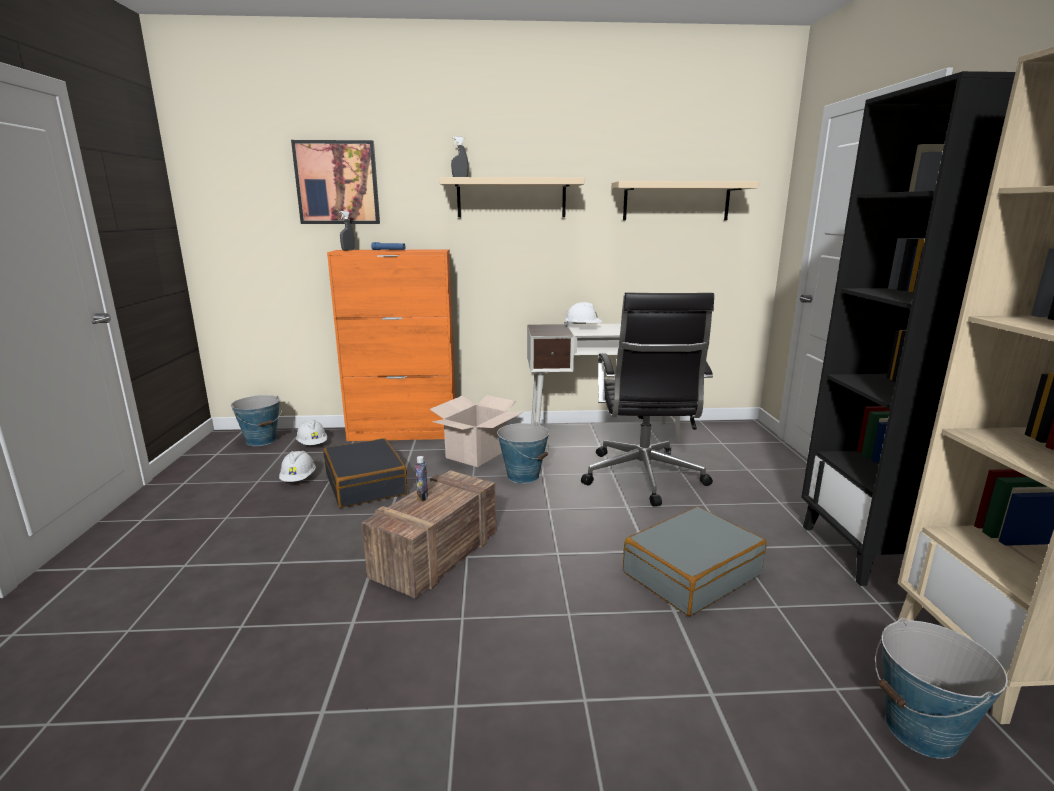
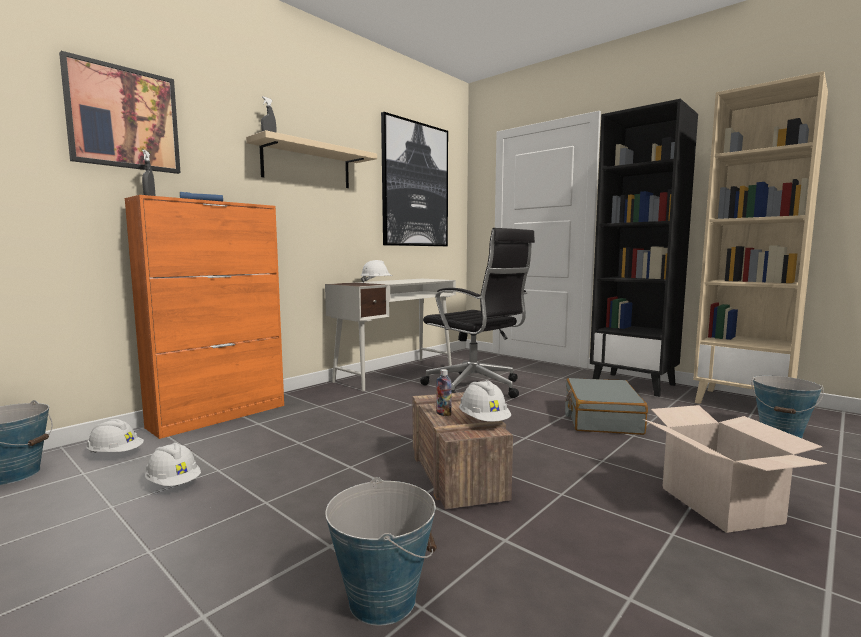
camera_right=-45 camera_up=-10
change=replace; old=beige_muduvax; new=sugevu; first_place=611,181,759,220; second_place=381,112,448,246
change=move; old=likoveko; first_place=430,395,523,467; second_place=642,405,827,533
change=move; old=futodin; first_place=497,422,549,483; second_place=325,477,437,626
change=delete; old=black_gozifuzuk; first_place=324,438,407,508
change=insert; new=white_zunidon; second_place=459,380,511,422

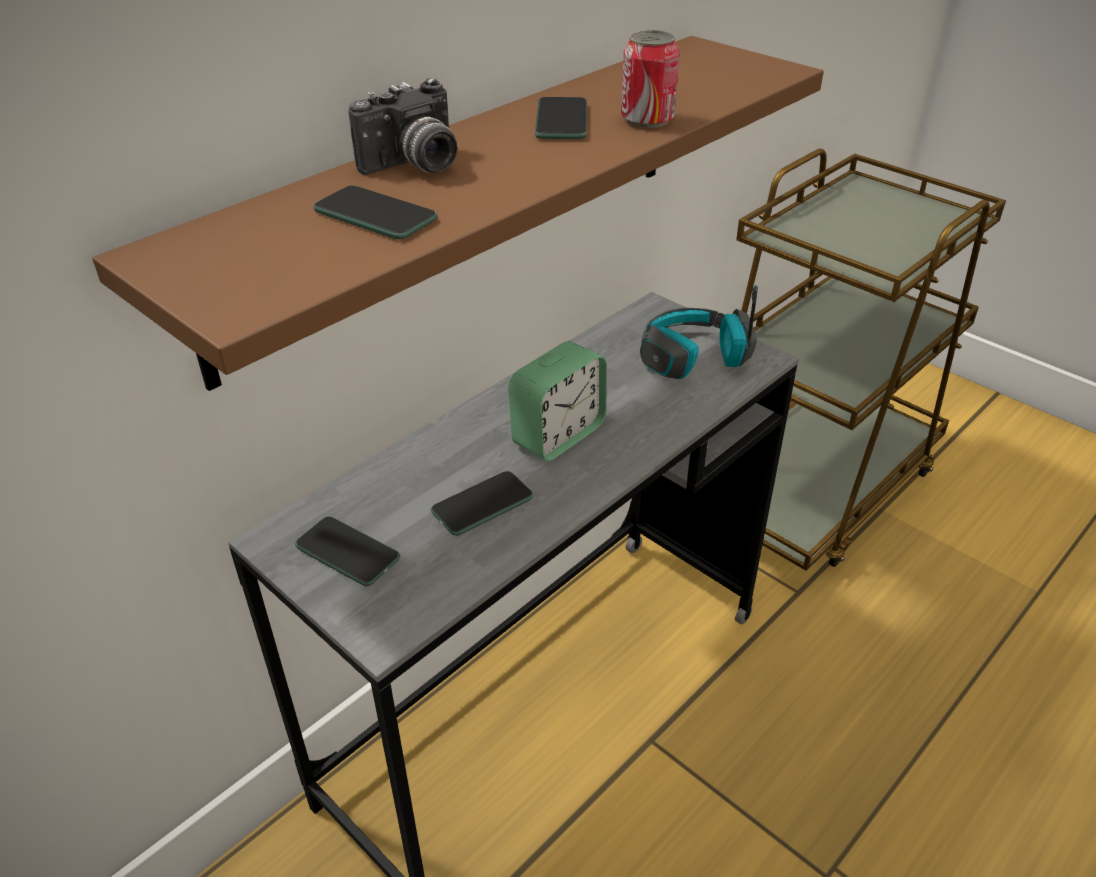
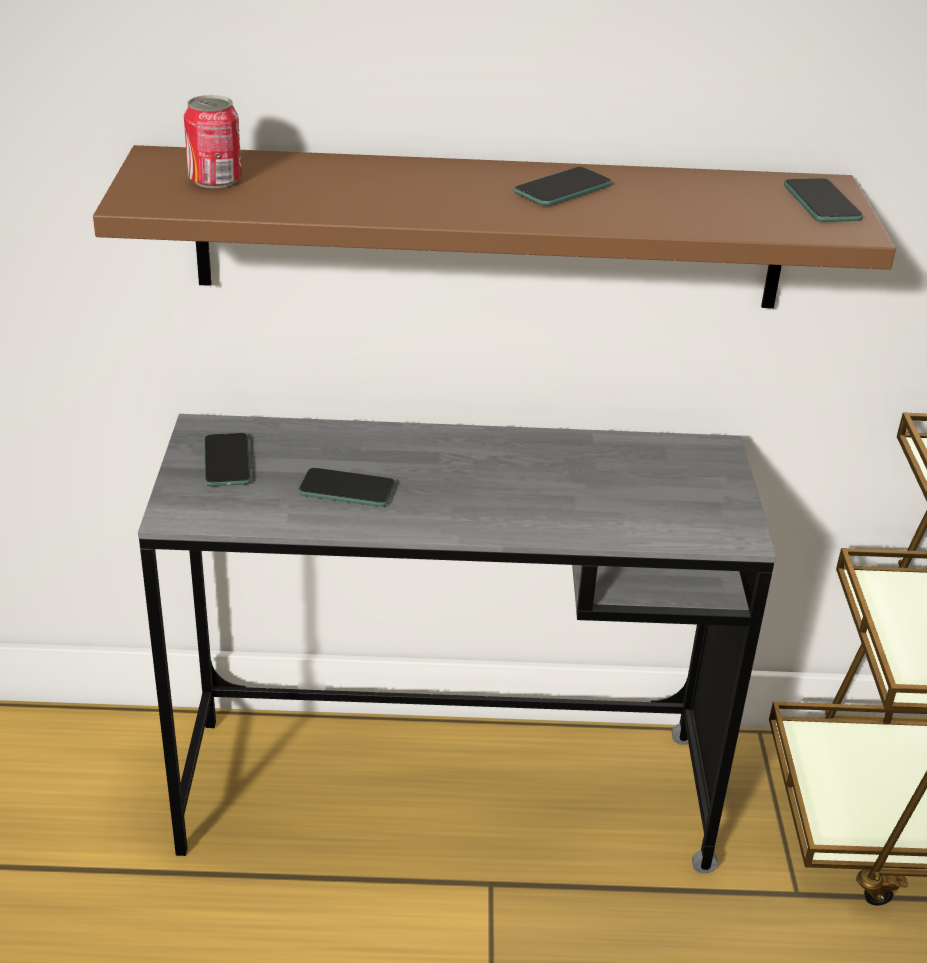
camera_right=45 camera_up=-5
change=move; old=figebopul; first_place=621,30,679,128; second_place=184,95,242,188
change=delete; old=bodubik; first_place=348,78,457,175
change=move; old=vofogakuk; first_place=313,185,437,240; second_place=784,178,863,222
change=delete; old=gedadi; first_place=640,285,758,379
change=delete; old=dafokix; first_place=508,341,607,461

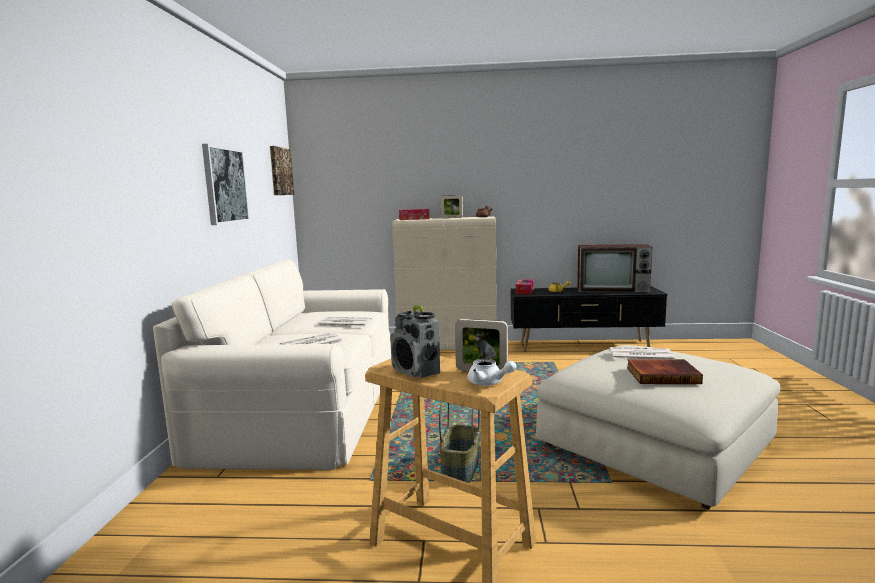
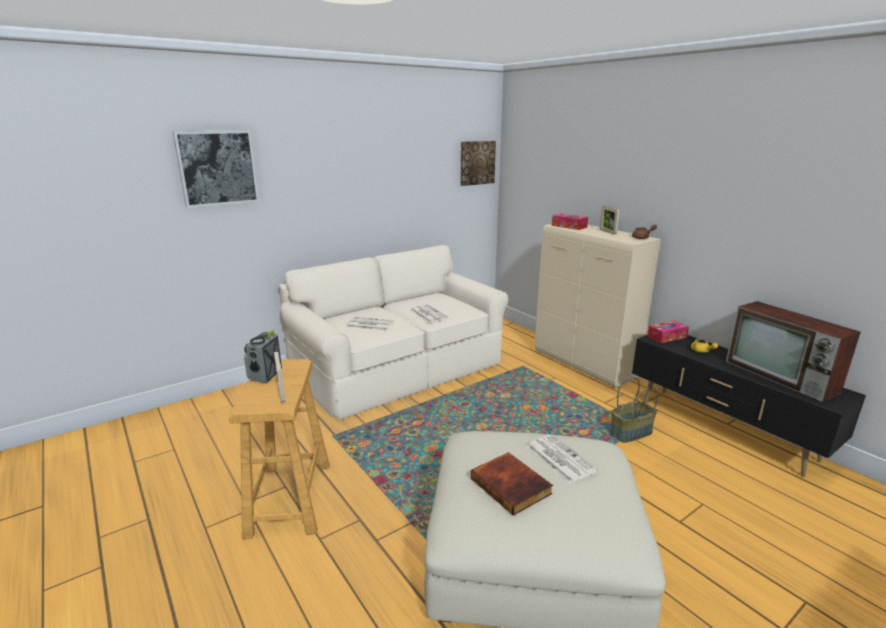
camera_right=50 camera_up=10
change=move; old=sugevu; first_place=202,144,250,225; second_place=172,130,259,208
change=delete; old=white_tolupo; first_place=468,358,516,386
change=move; old=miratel; first_place=439,402,480,483; second_place=610,377,658,443

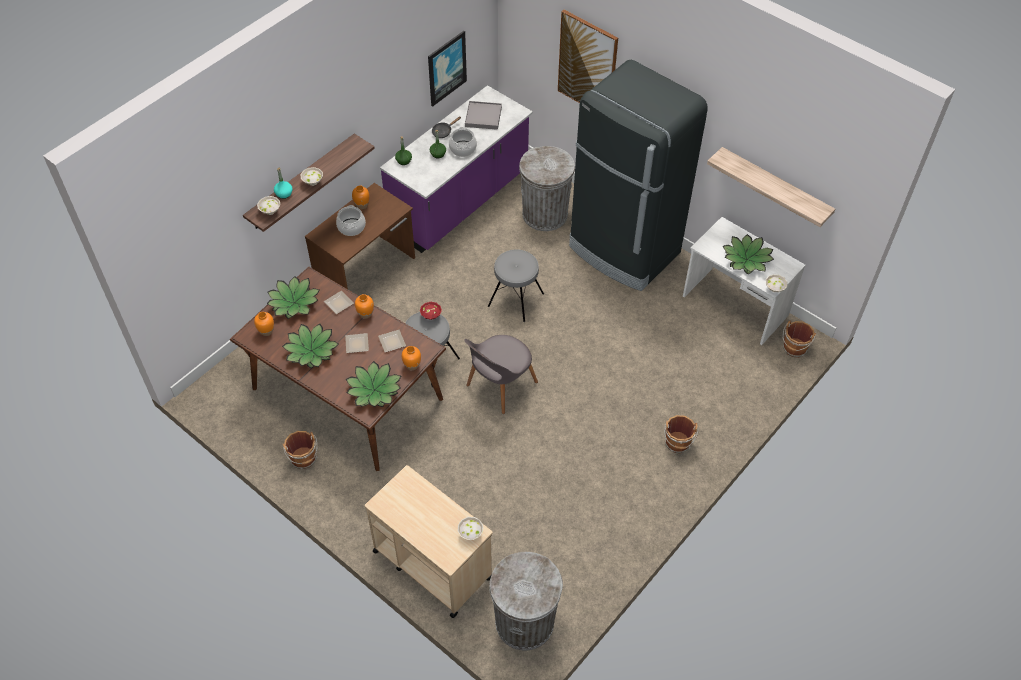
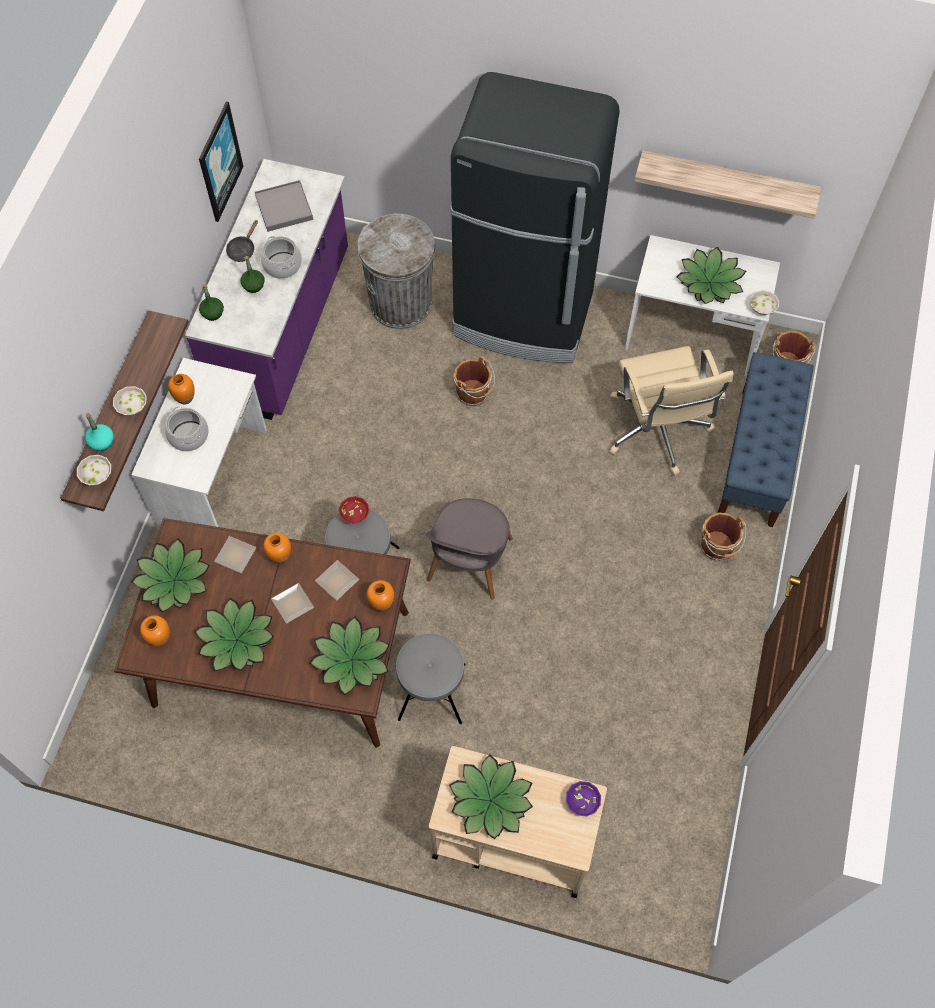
camera_right=-25 camera_up=10
change=delete; old=sugevu; first_place=558,10,618,103
change=recolor; old=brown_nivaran; new=white_nivaran; first_place=305,183,415,289; second_place=131,358,267,527
change=move; old=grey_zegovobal; first_place=488,249,544,322; second_place=396,633,466,724
change=move; old=brown_futodin; first_place=283,431,318,469; second_place=454,356,495,406
change=recolor; old=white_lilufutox; new=purple_lilufutox; first_place=458,517,483,540; second_place=566,781,601,817
change=delete; old=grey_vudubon; first_place=489,552,563,651
change=insert; new=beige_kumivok; second_place=609,346,734,476
change=insert; new=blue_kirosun; second_place=718,352,813,527
change=insert; new=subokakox; second_place=449,754,533,839

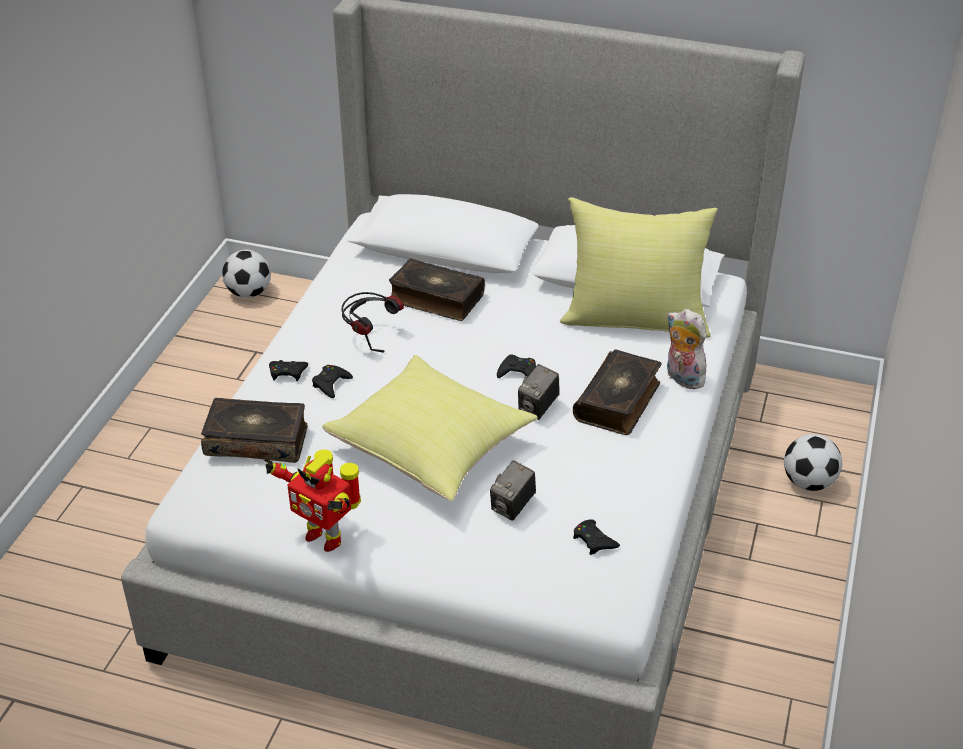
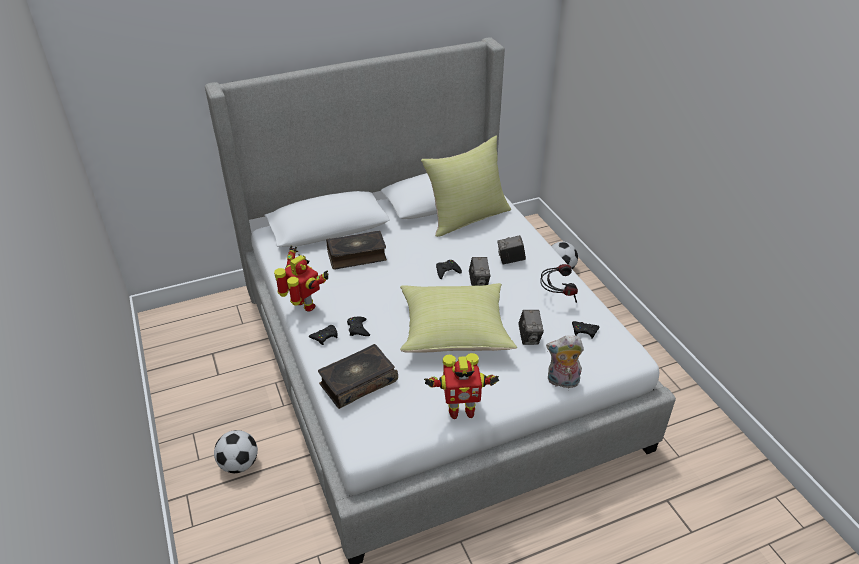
camera_right=-40 camera_up=0
change=move; old=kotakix; first_place=222,250,271,298; second_place=214,430,258,473
change=move; old=gedadi; first_place=342,292,404,353; second_place=540,264,578,303
change=move; old=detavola; first_place=666,309,706,389; second_place=546,336,584,388
change=replace; old=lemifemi; new=bodubik; first_place=573,349,662,435; second_place=498,235,526,264
change=insert; new=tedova; second_place=274,246,328,312

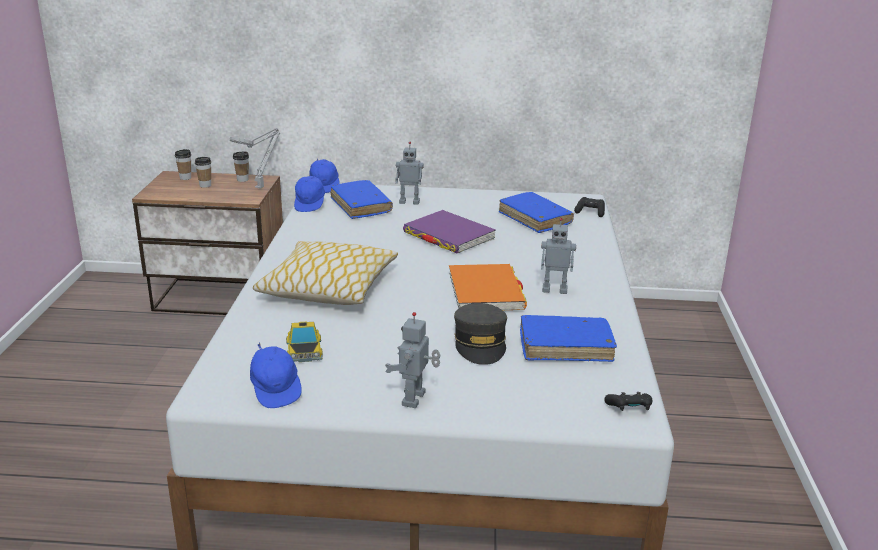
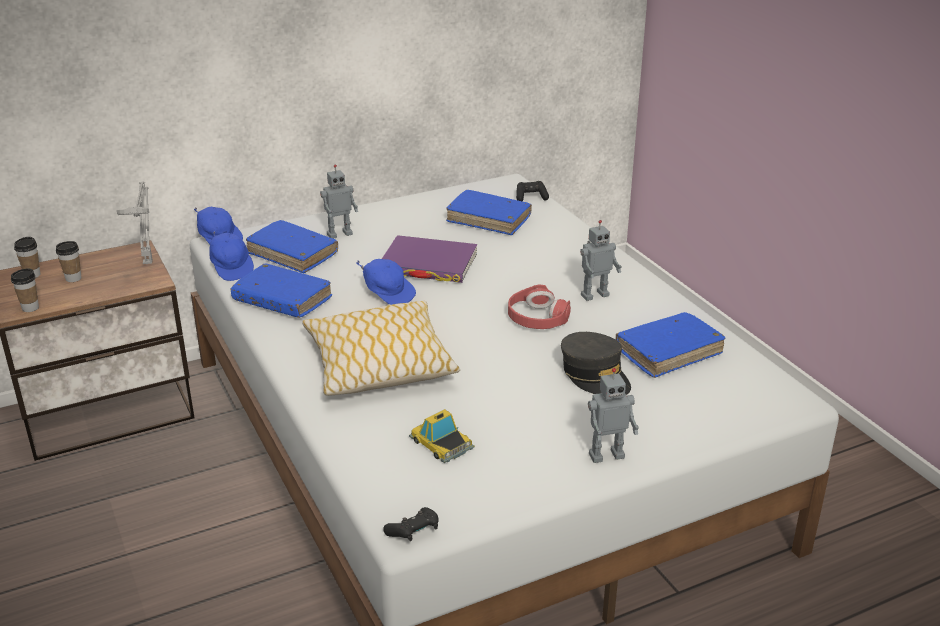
camera_right=-30 camera_up=5
change=move; old=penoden; first_place=233,152,249,182; second_place=11,268,39,312
change=replace; old=orange_lemifemi; new=red_gedadi; first_place=449,264,527,310; second_place=508,284,571,329
change=rotate; old=tedova; first_place=385,312,440,408; second_place=588,368,639,463; degrees=-90
change=move; old=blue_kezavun; first_place=250,343,302,408; second_place=356,259,416,305
change=move; old=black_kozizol; first_place=604,392,652,411; second_place=383,507,439,541
change=insert; new=blue_lemifemi; second_place=231,263,332,318

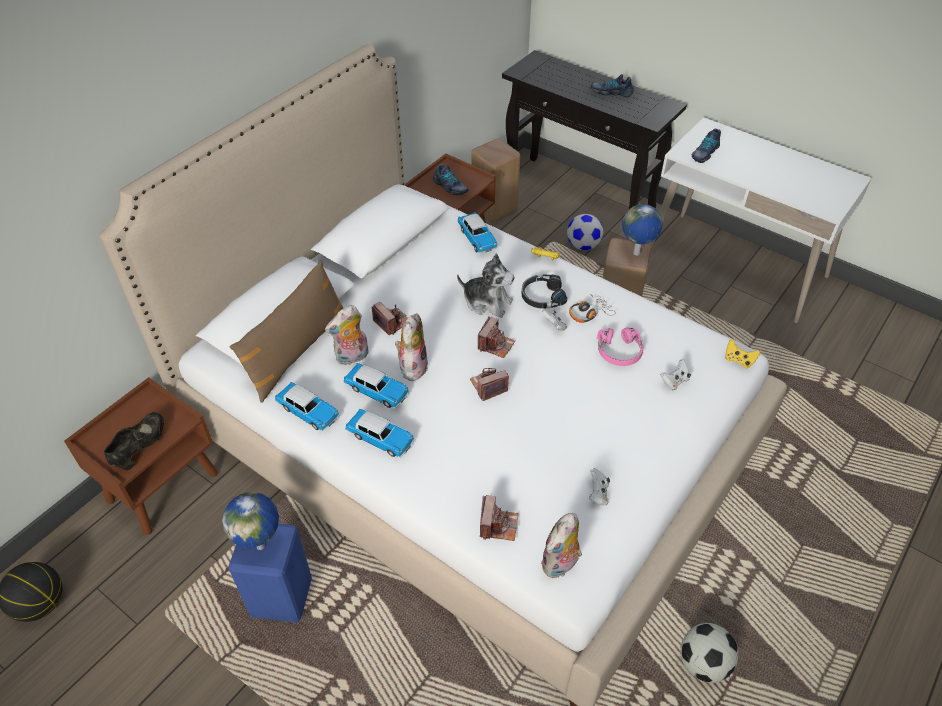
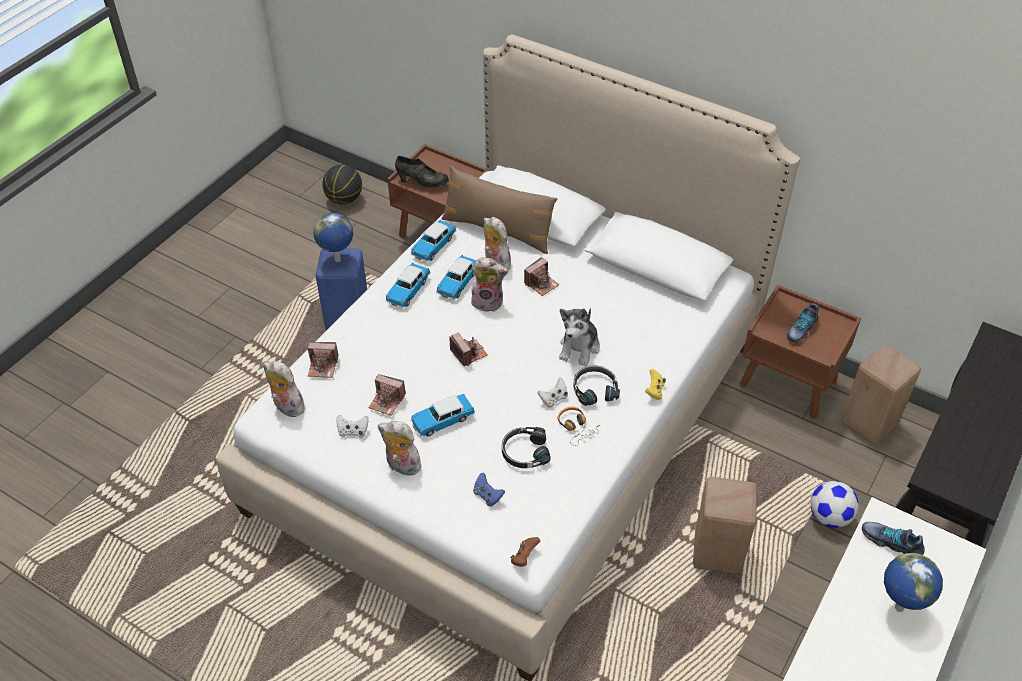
camera_right=85 camera_up=0
change=delete; old=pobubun; first_place=591,74,633,97
change=move; old=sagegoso; first_place=622,204,663,255; second_place=884,553,943,612
change=move; old=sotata; first_place=458,212,498,253; second_place=411,394,475,437
change=move; old=bodubik; first_place=478,317,515,358; second_place=368,374,406,416
change=recolor; old=pink_gedadi; new=black_gedadi; first_place=597,328,644,366; second_place=502,427,551,468
change=recolor; old=yellow_kozizol; new=brown_kozizol; first_place=725,339,760,368; second_place=511,537,541,567
change=recolor; old=white_kozizol; new=blue_kozizol; first_place=660,359,691,390; second_place=473,473,505,507
change=delete; old=kotakix; first_place=680,623,739,683
change=insert; new=detavola; second_place=378,421,421,476

